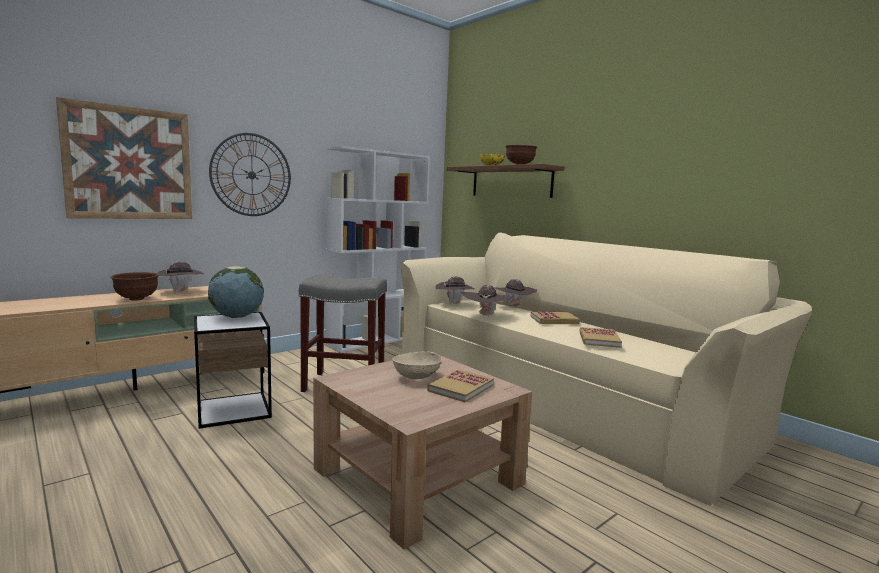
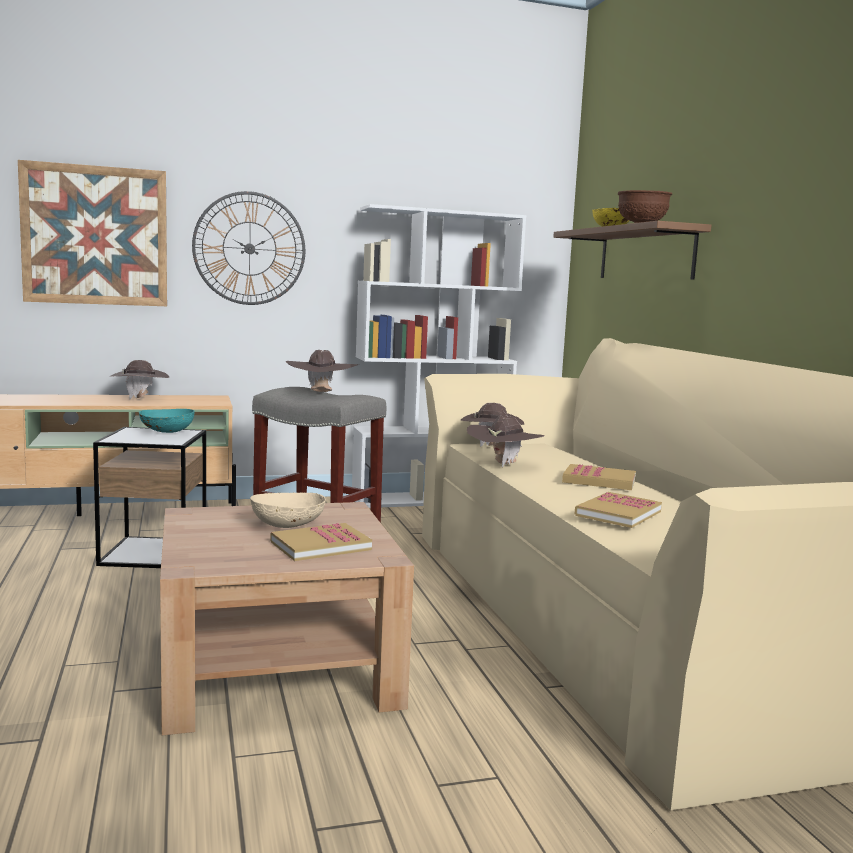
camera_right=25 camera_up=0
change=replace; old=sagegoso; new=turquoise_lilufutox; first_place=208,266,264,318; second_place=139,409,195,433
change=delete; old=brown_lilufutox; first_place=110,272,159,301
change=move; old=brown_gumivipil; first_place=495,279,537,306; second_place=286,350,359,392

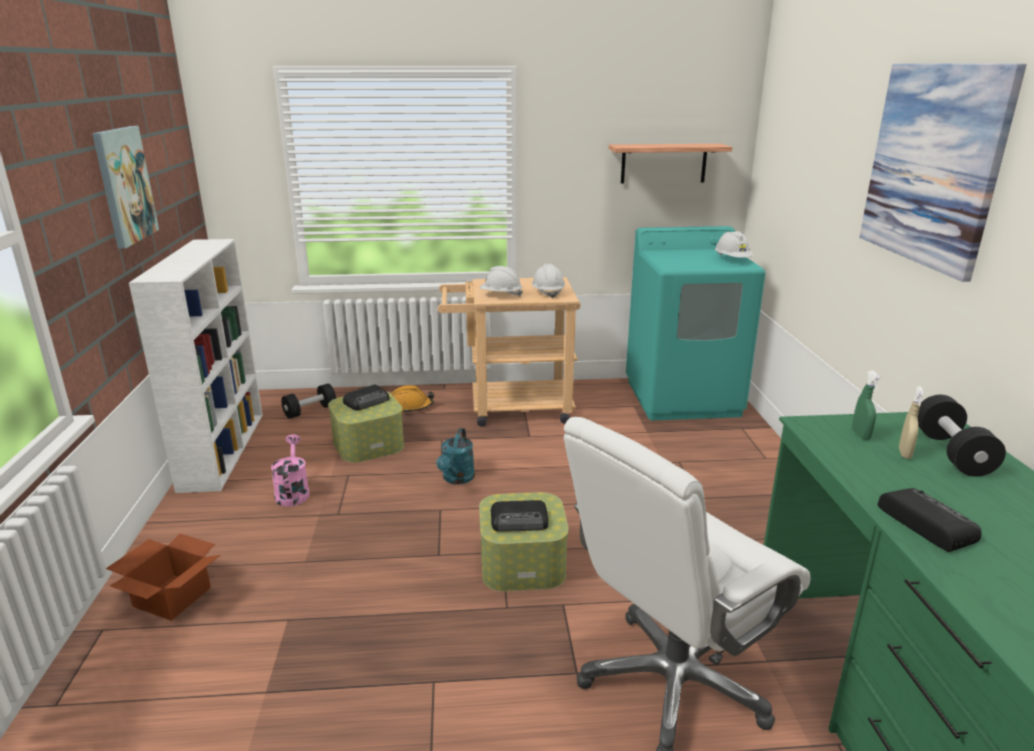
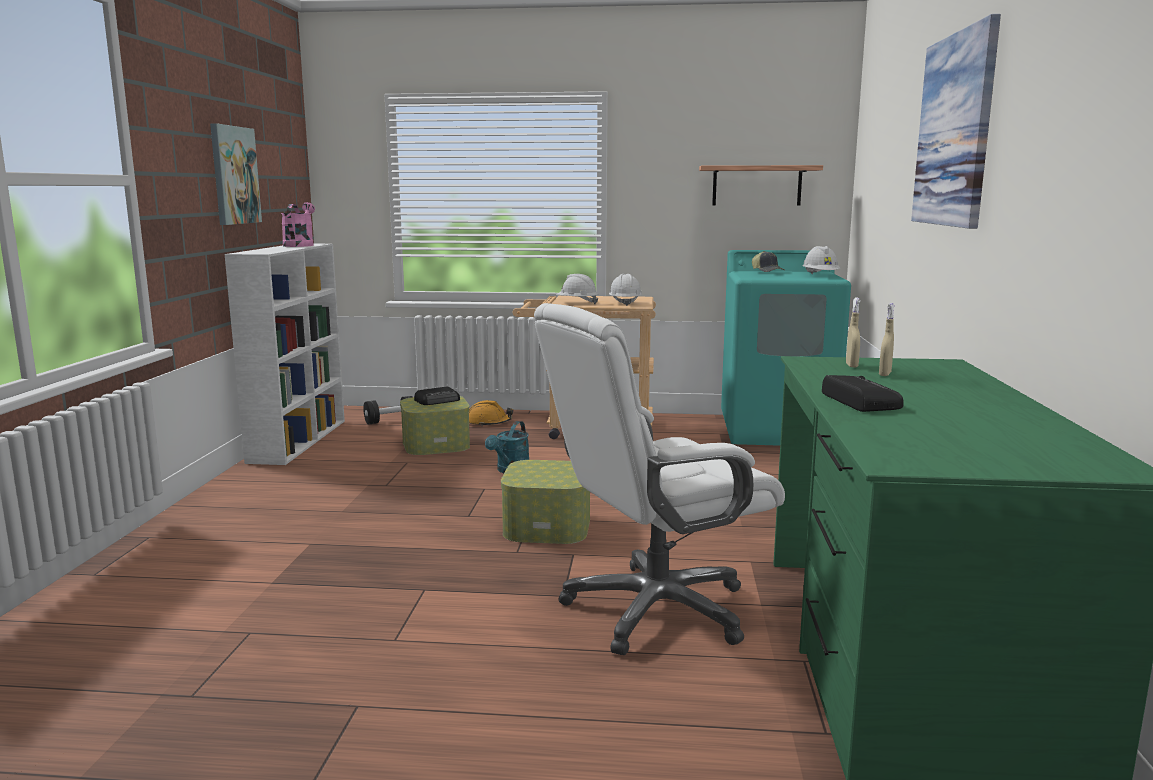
camera_right=10 camera_up=-10
change=recolor; old=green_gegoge; new=beige_gegoge; first_place=852,370,881,440; second_place=846,297,861,367
change=delete; old=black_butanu; first_place=918,395,1006,477
change=move; old=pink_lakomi; first_place=271,434,310,507; second_place=281,202,315,247
change=delete; old=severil; first_place=491,500,549,531
change=delete; old=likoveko; first_place=106,534,220,621
change=insert; new=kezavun; second_place=752,251,784,272

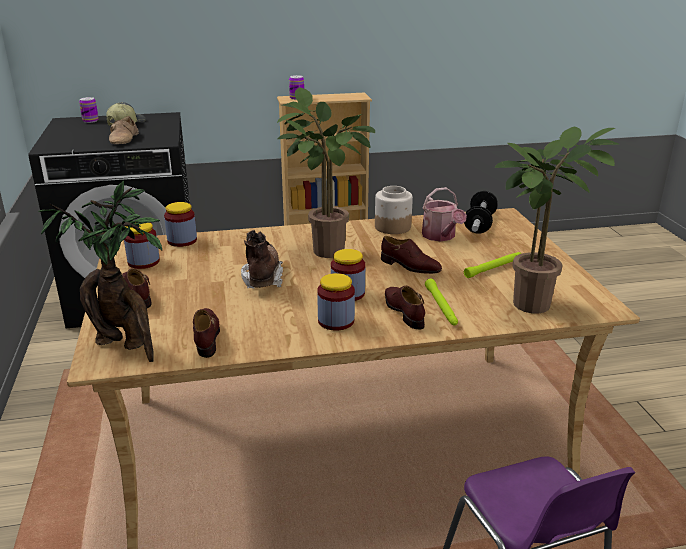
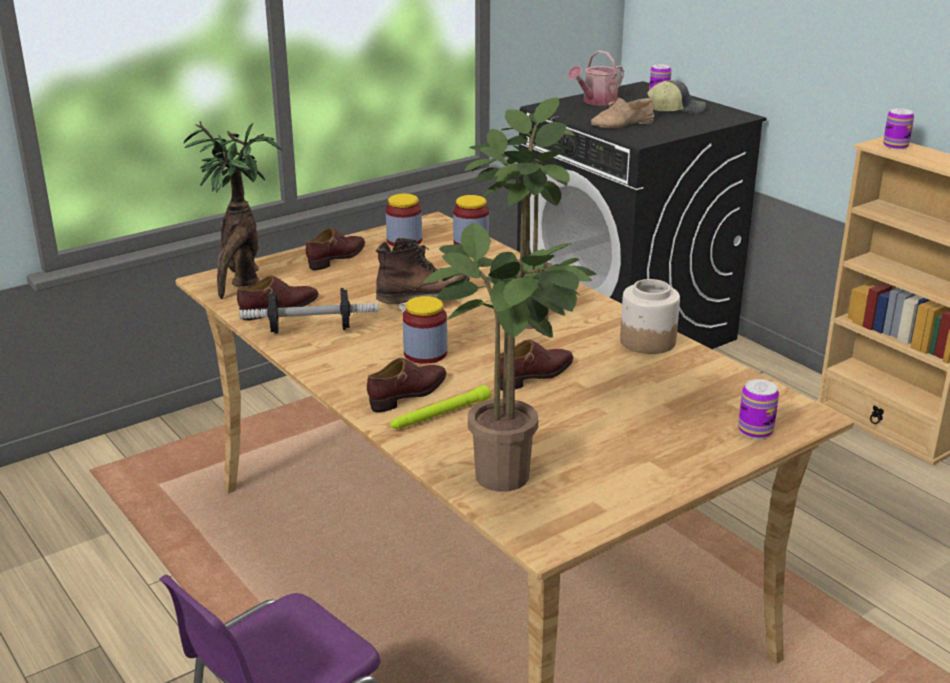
camera_right=65 camera_up=0
change=move; old=lakomi; first_place=422,187,467,242; second_place=568,50,624,106
change=move; old=butanu; first_place=464,191,498,233; second_place=239,288,378,334
change=rotate; old=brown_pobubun; first_place=381,236,442,274; second_place=500,339,574,390; degrees=-135
change=delete; old=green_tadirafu; first_place=464,252,521,278
change=delete; old=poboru; first_place=317,273,355,331
change=insert; new=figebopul; second_place=738,379,779,439

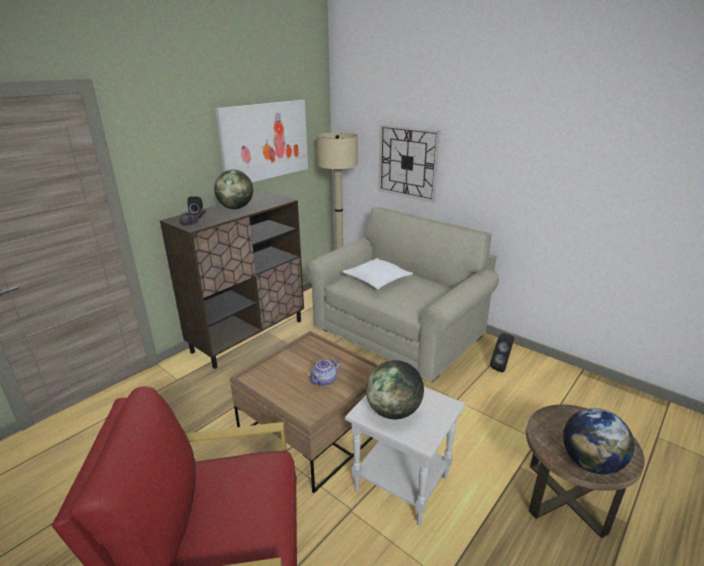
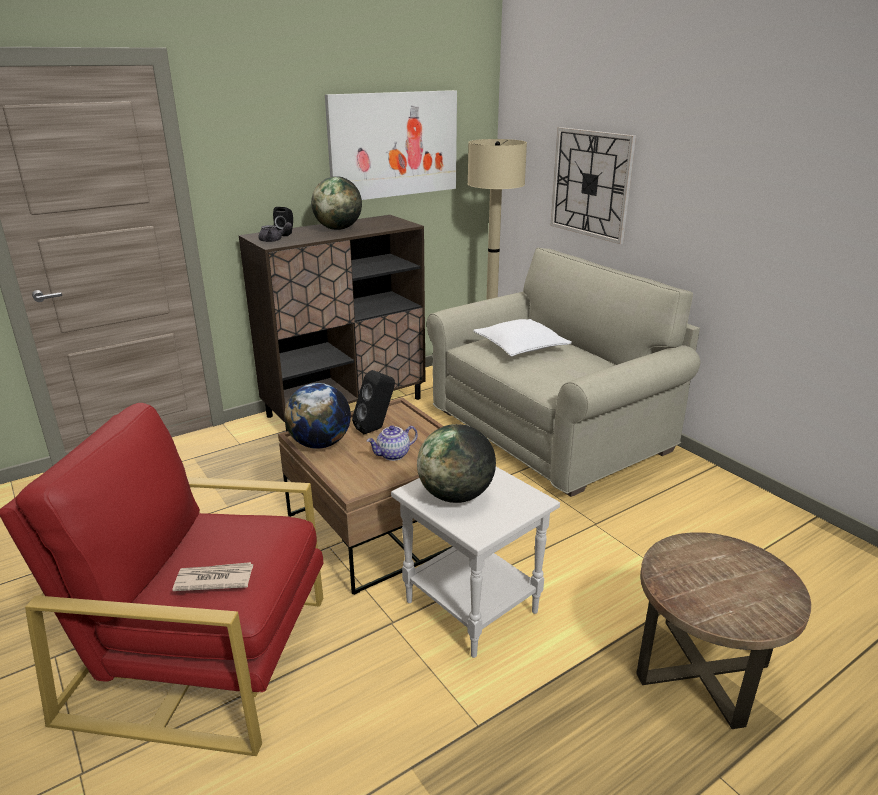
camera_right=15 camera_up=0
change=move; old=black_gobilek; first_place=490,333,514,372; second_place=352,370,395,434
change=move; old=sagegoso; first_place=563,408,634,474; second_place=284,383,351,449
change=insert; new=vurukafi; second_place=172,562,253,591

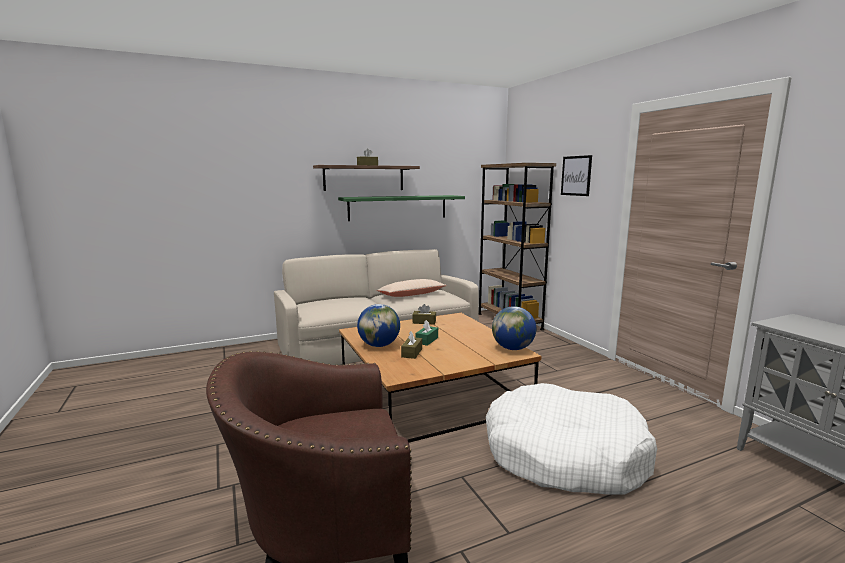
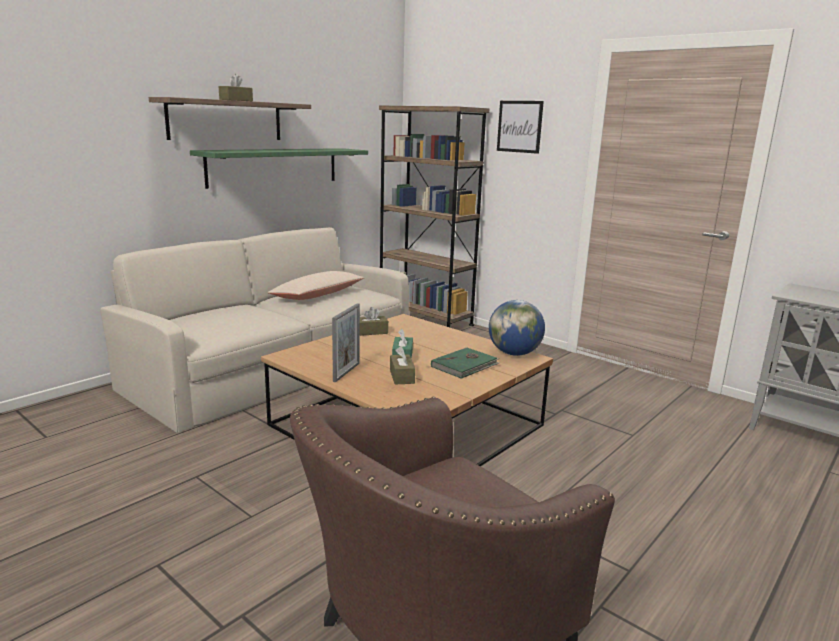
camera_right=-25 camera_up=5
change=replace; old=sagegoso; new=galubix; first_place=357,304,400,347; second_place=332,303,360,382
change=delete; old=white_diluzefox; first_place=486,383,657,495
change=insert; new=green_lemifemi; second_place=431,347,499,379

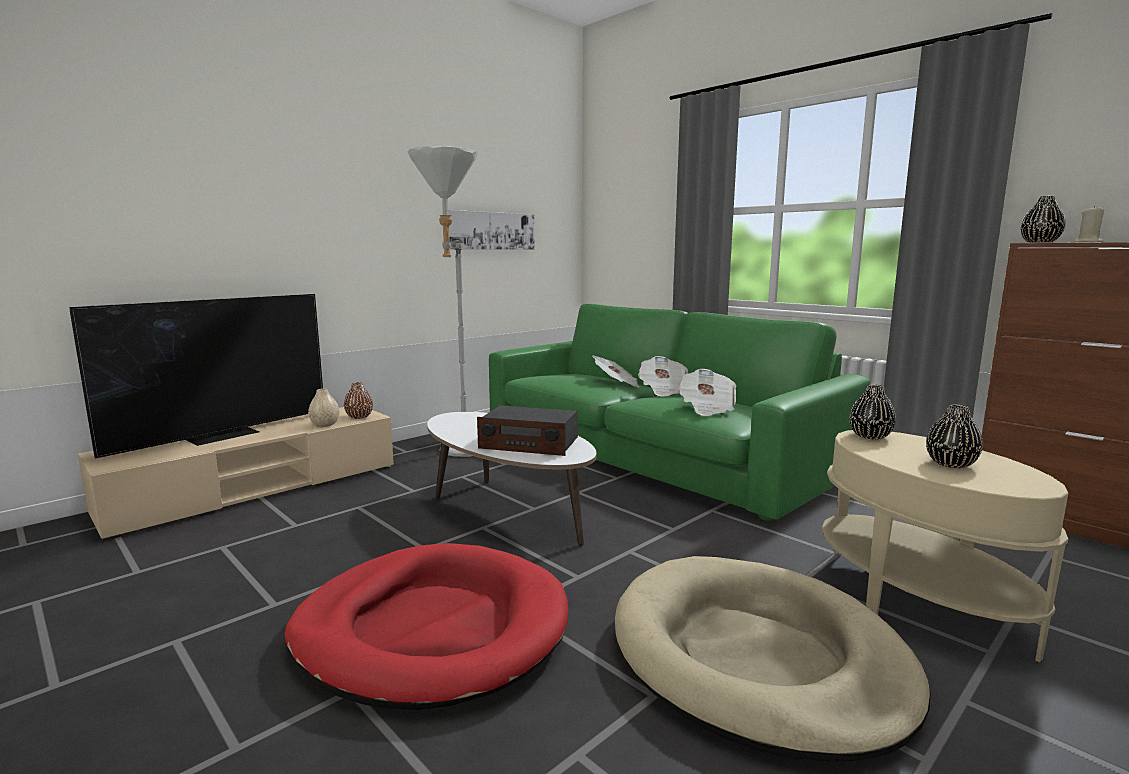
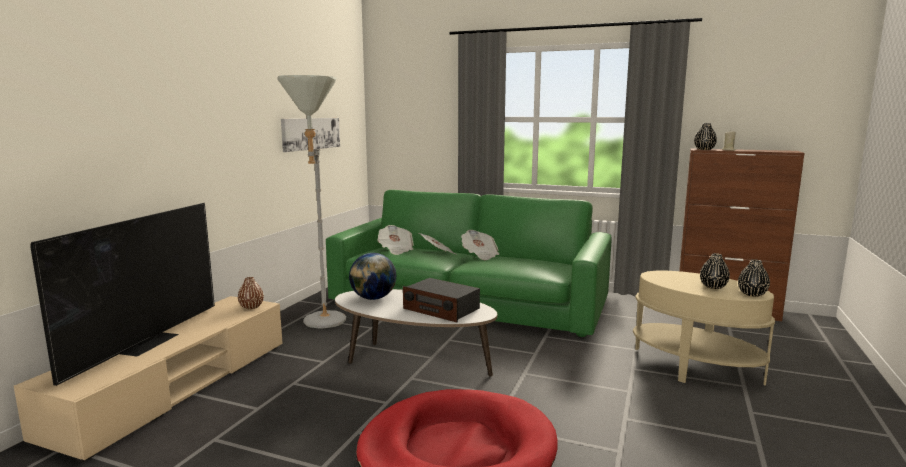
camera_right=-25 camera_up=0
change=move; old=vurukafi; first_place=678,369,736,416; second_place=377,225,414,255
change=move; old=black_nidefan; first_place=849,384,896,440; second_place=738,259,770,297
change=delete; old=beige_nidefan; first_place=308,389,339,427
change=rotate; old=severil; first_place=477,405,578,456; second_place=403,278,480,322; degrees=45
change=delete; old=beige_diluzefox; first_place=615,556,931,762
change=insert; new=sagegoso; second_place=349,253,396,300

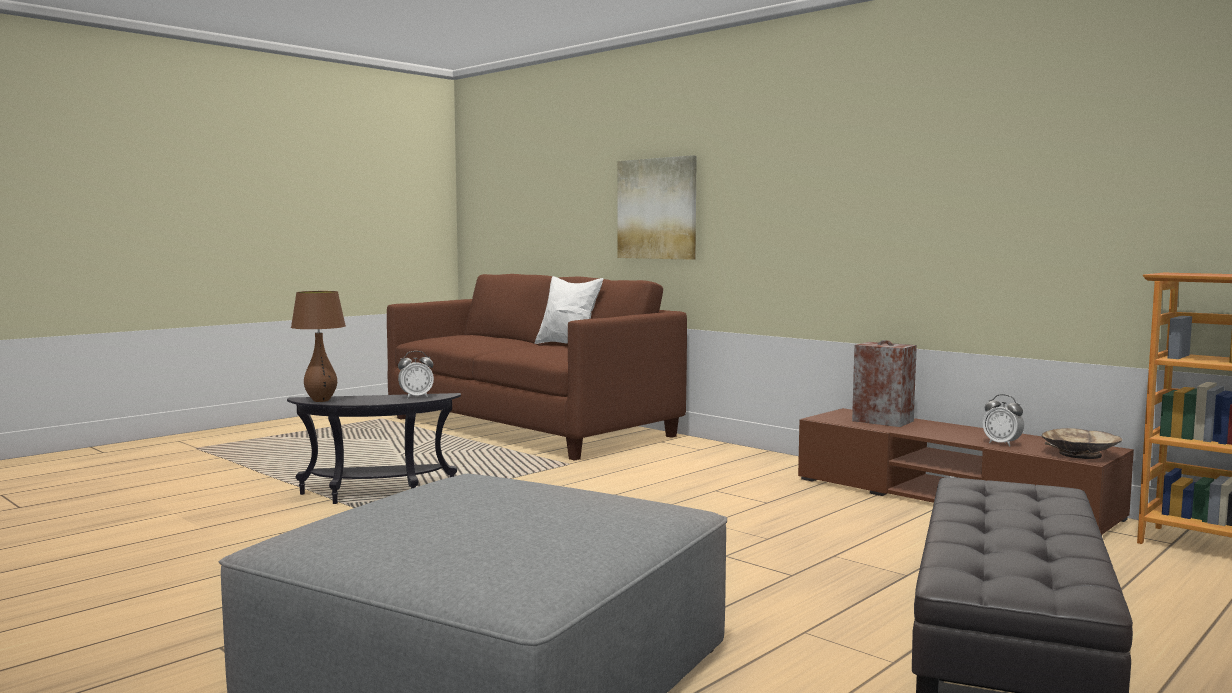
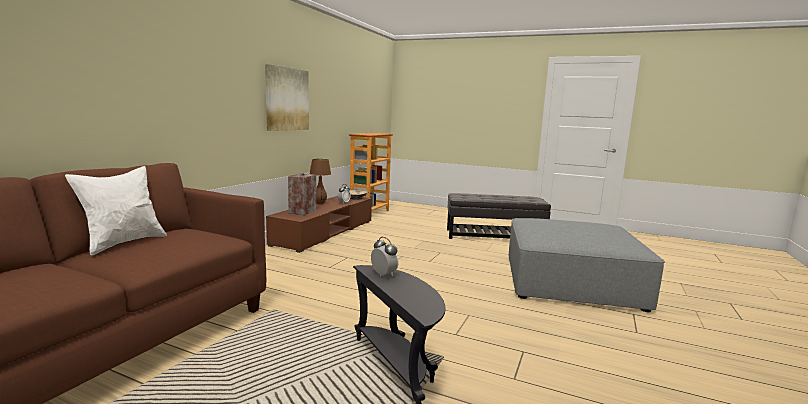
camera_right=-110 camera_up=5
change=move; old=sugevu; first_place=617,155,697,260; second_place=265,64,309,131
change=move; old=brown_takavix; first_place=291,291,346,402; second_place=309,159,331,205

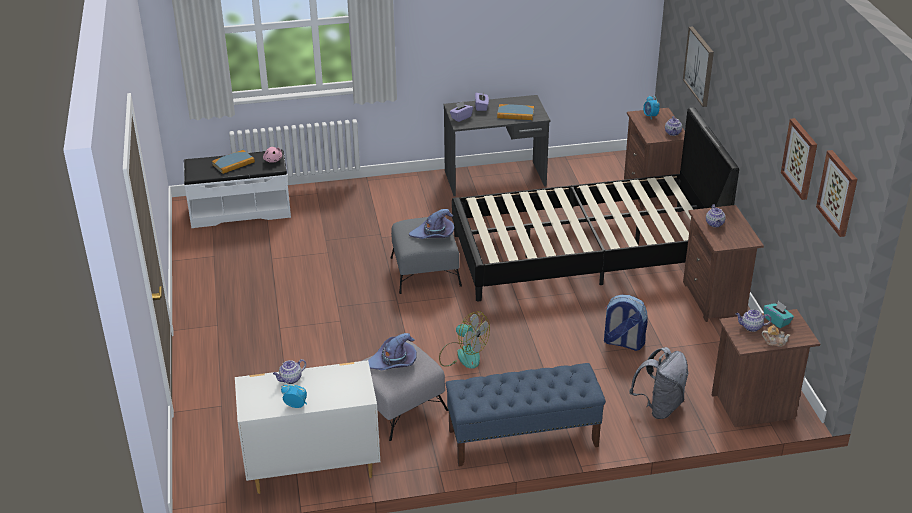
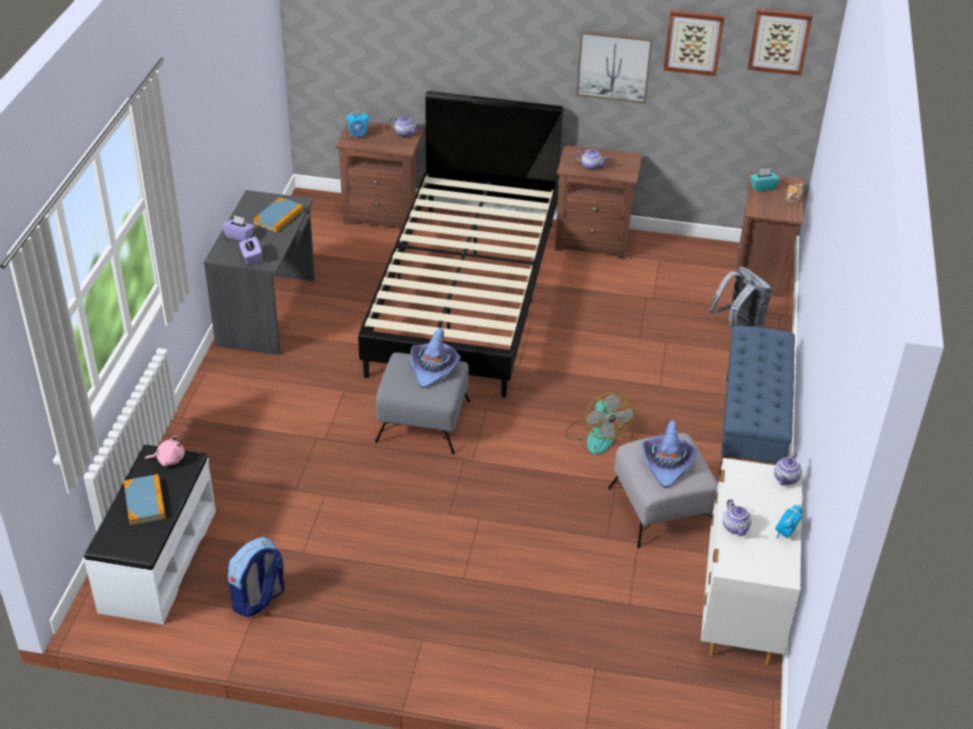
camera_right=-70 camera_up=5
change=move; old=sugevu; first_place=683,26,714,107; second_place=576,30,653,104
change=move; old=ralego; first_place=604,295,648,351; second_place=228,537,284,617
change=move; old=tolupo; first_place=736,309,771,332; second_place=774,452,802,485
change=rotate; old=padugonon; first_place=439,311,490,369; second_place=565,392,634,454; degrees=105

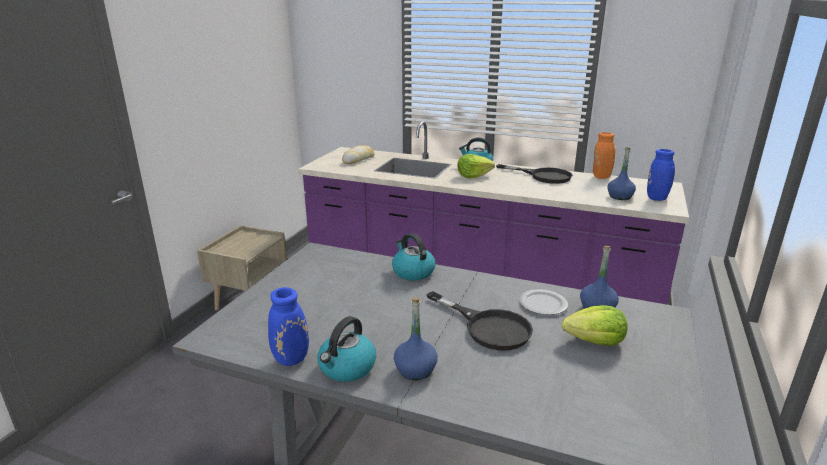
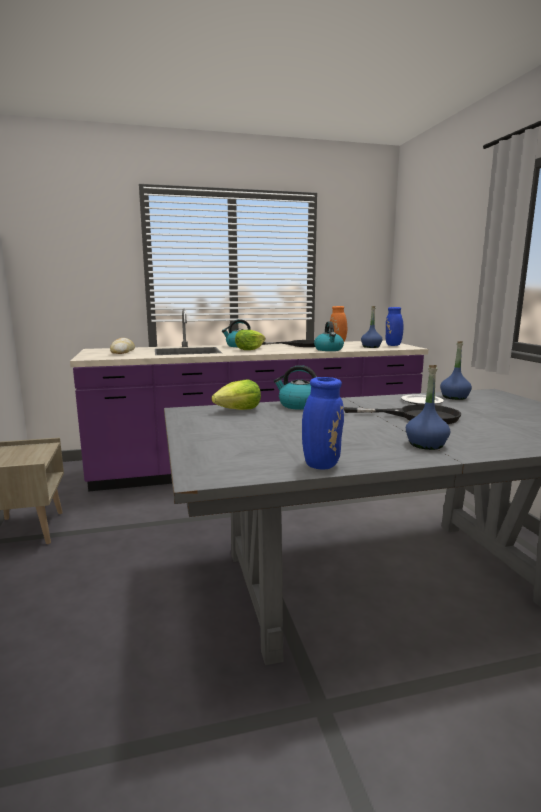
camera_right=-35 camera_up=-10
change=move; old=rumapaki; first_place=562,305,628,346; second_place=212,379,261,410
change=move; old=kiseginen; first_place=318,316,376,382; second_place=314,321,344,351

